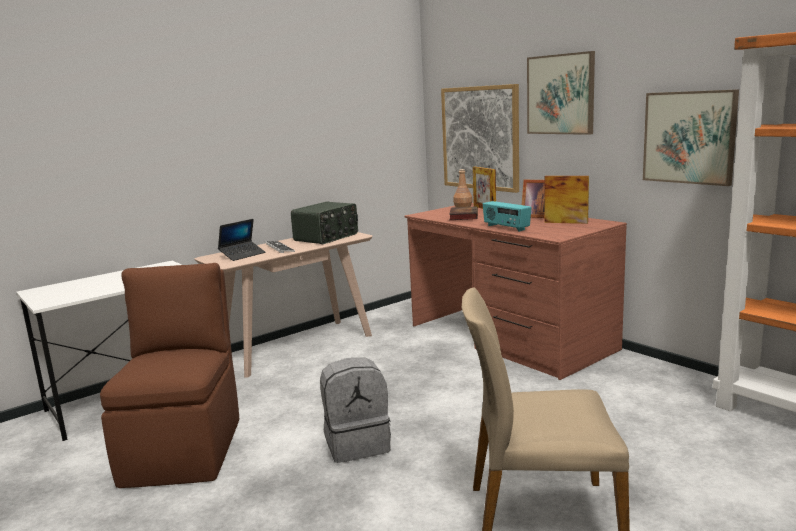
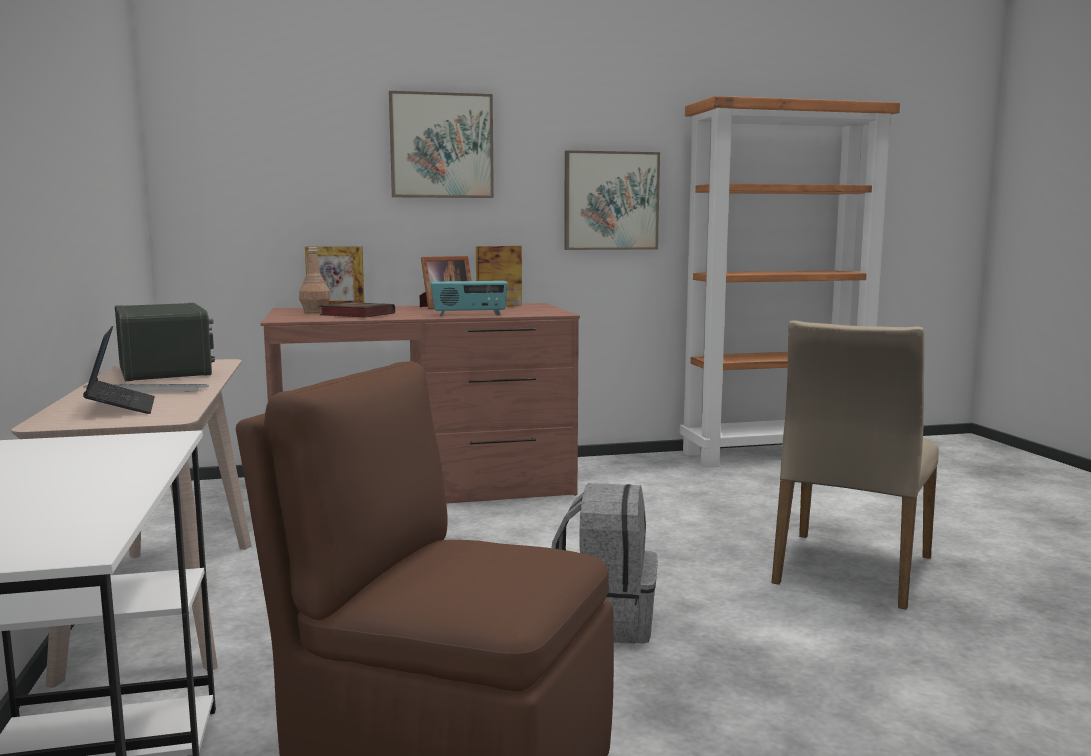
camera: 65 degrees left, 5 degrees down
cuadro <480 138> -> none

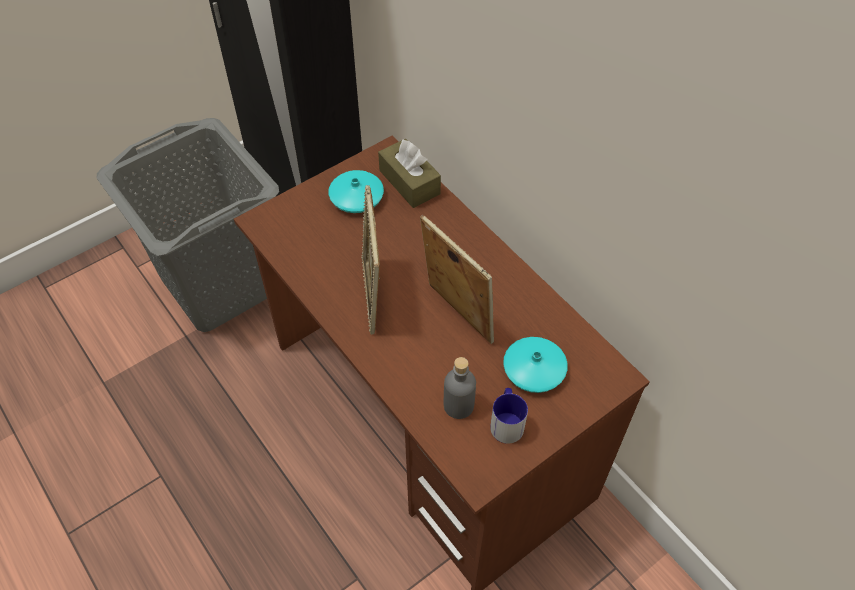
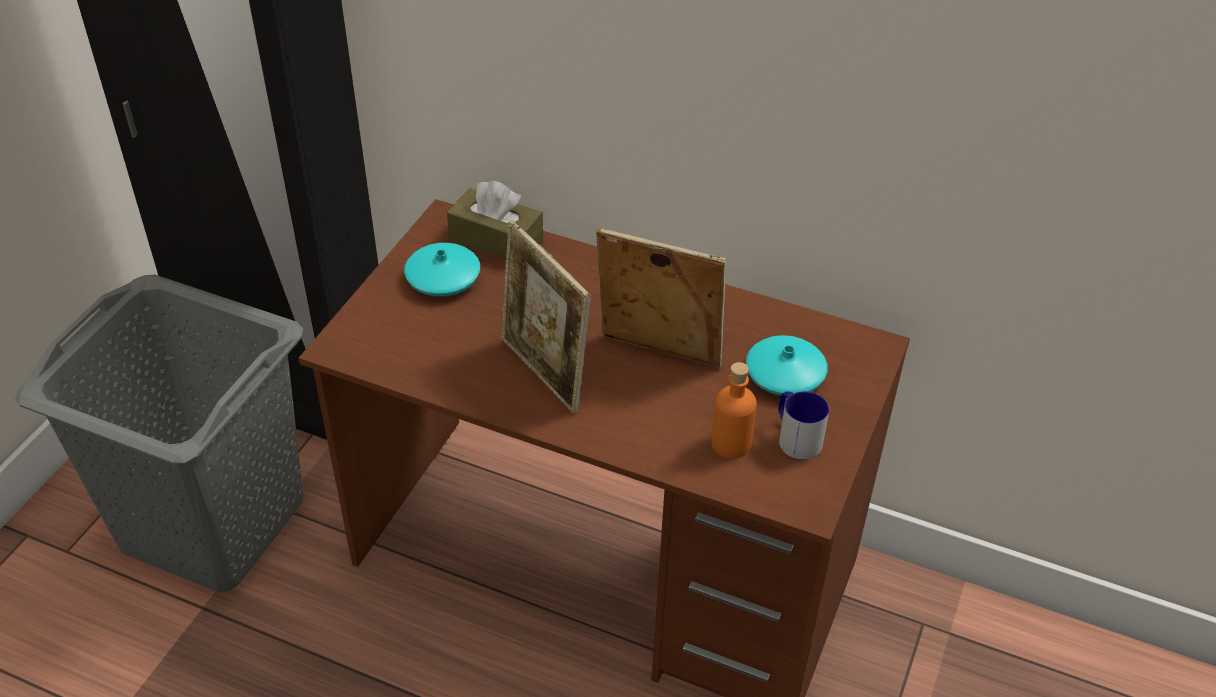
camera: 30 degrees left, 10 degrees down
botella (gris) <458 405> -> botella (naranja) <731 443>

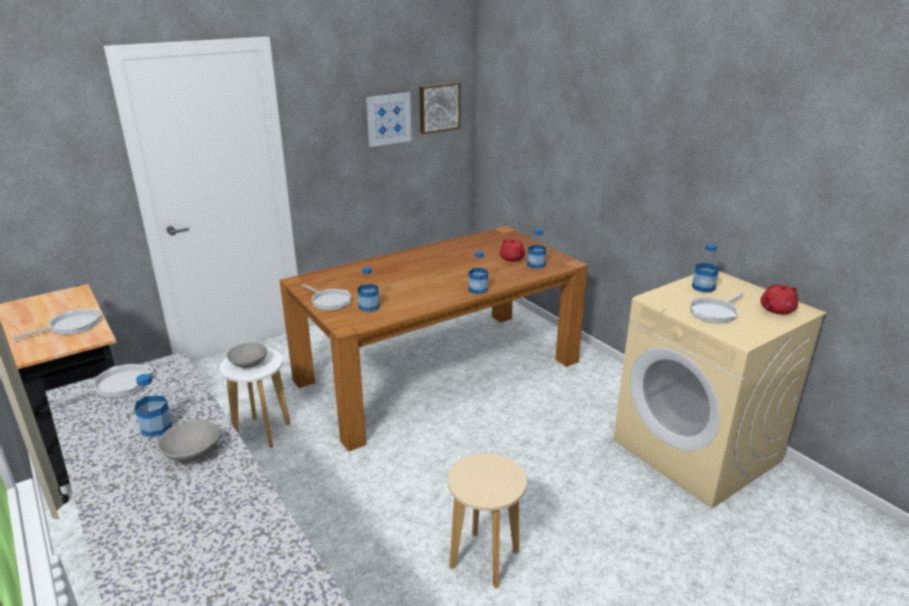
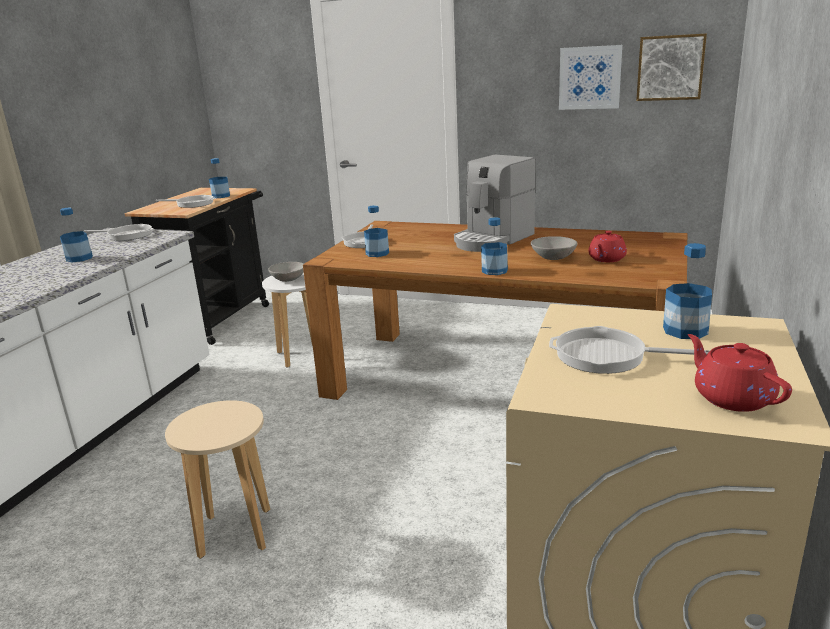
camera: 55 degrees right, 5 degrees down
botella <536 265> -> botella <221 196>, moved
tetera (rojo) <776 309> -> tetera (rojo) <731 397>, 45 degrees clockwise
cuenco (gris) <192 453> -> cuenco (gris) <553 258>, moved
none -> cafetera <492 240>

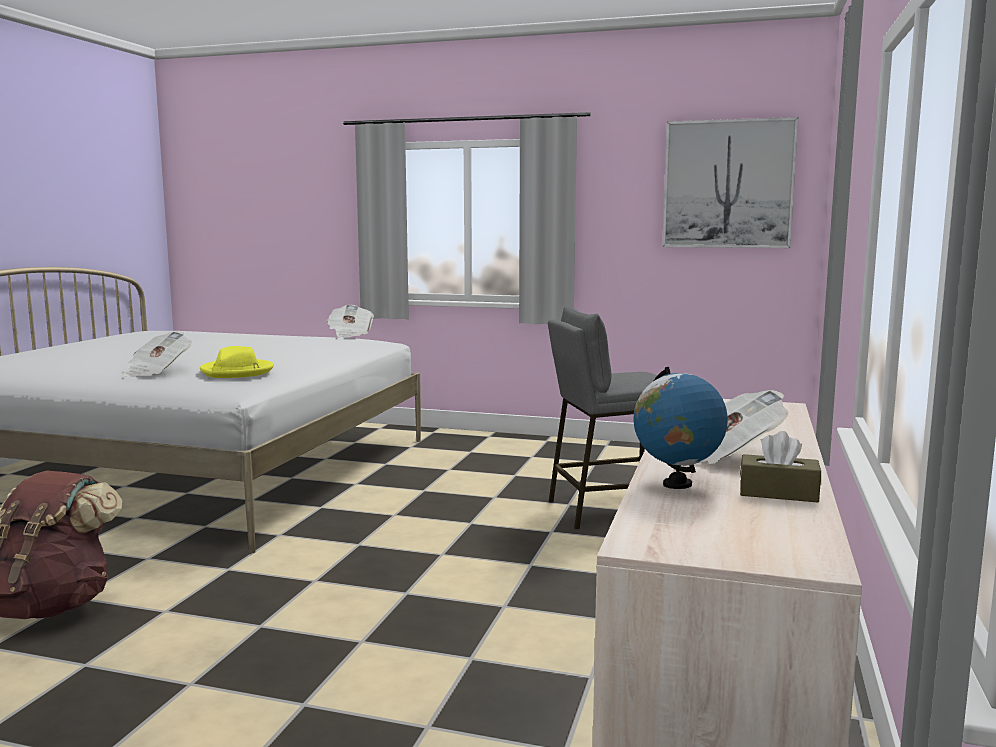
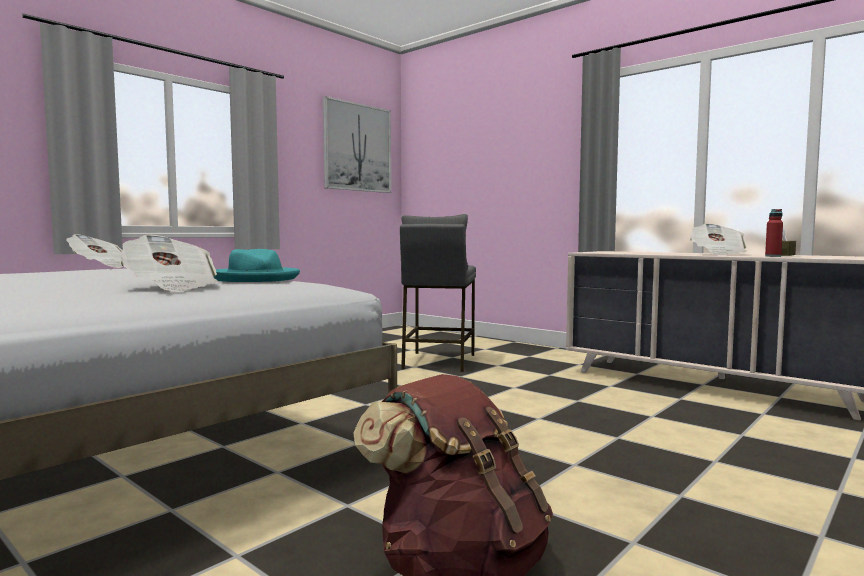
camera: 65 degrees left, 5 degrees down
sombrero (amarillo) <237 372> -> sombrero (turquesa) <256 278>
globo terráqueo <676 484> -> botella (rojo) <773 256>

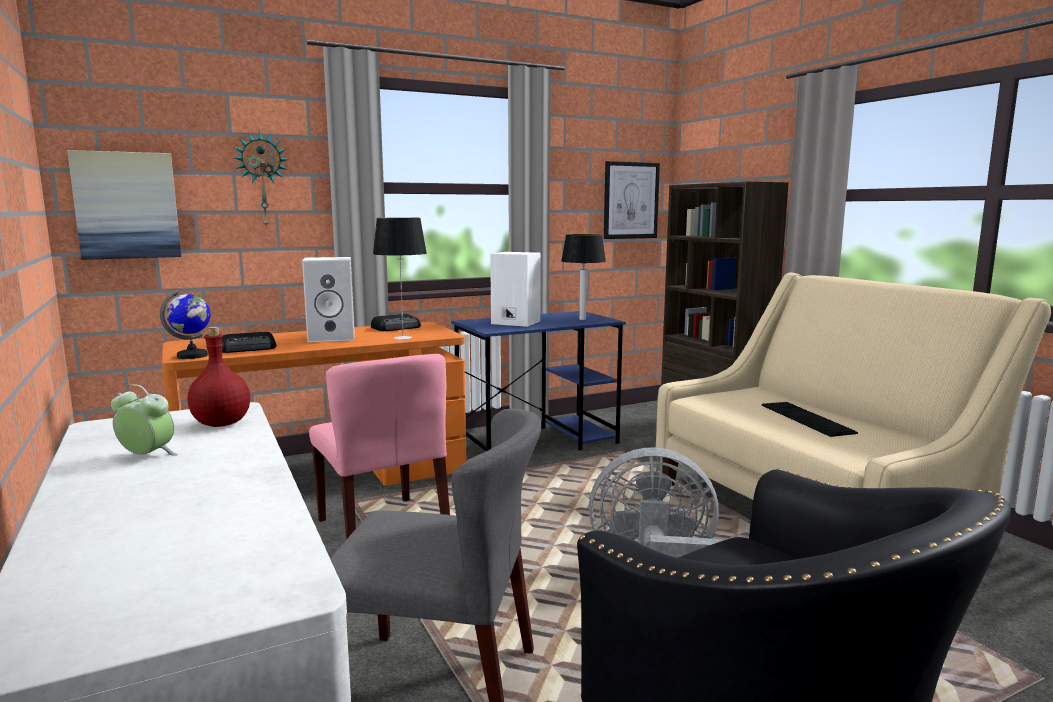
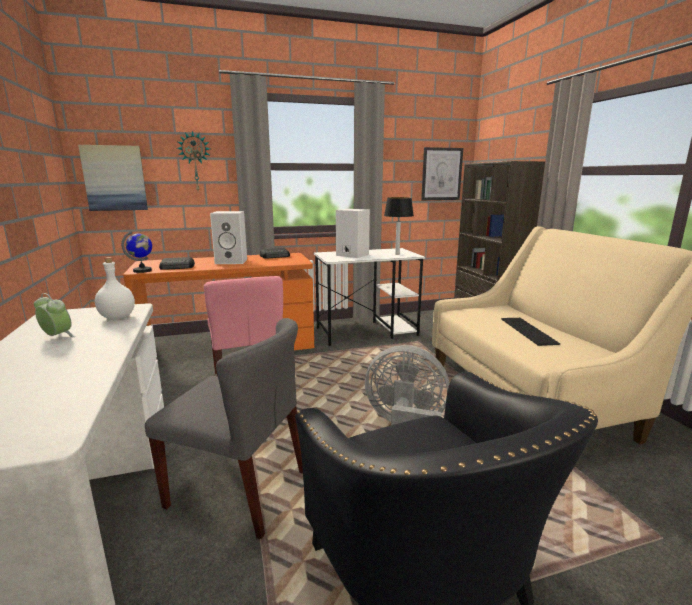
camera: 10 degrees right, 5 degrees up
lámpara de mesa <403 337> -> none
escritorio (azul) <538 442> -> escritorio (blanco) <367 331>
botella (rojo) <222 423> -> botella (blanco) <118 317>

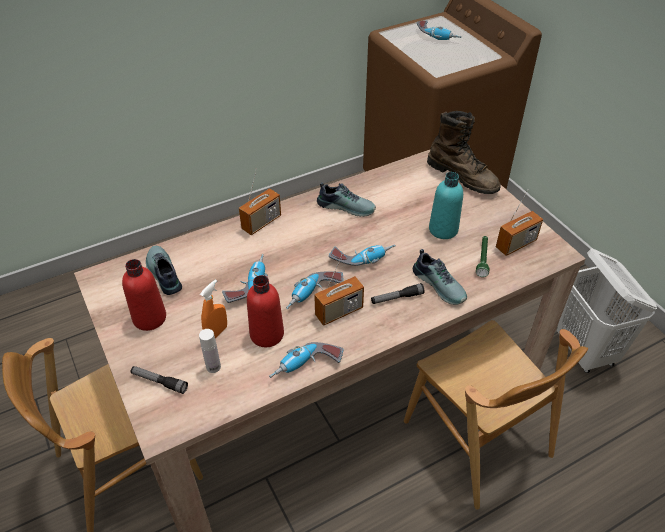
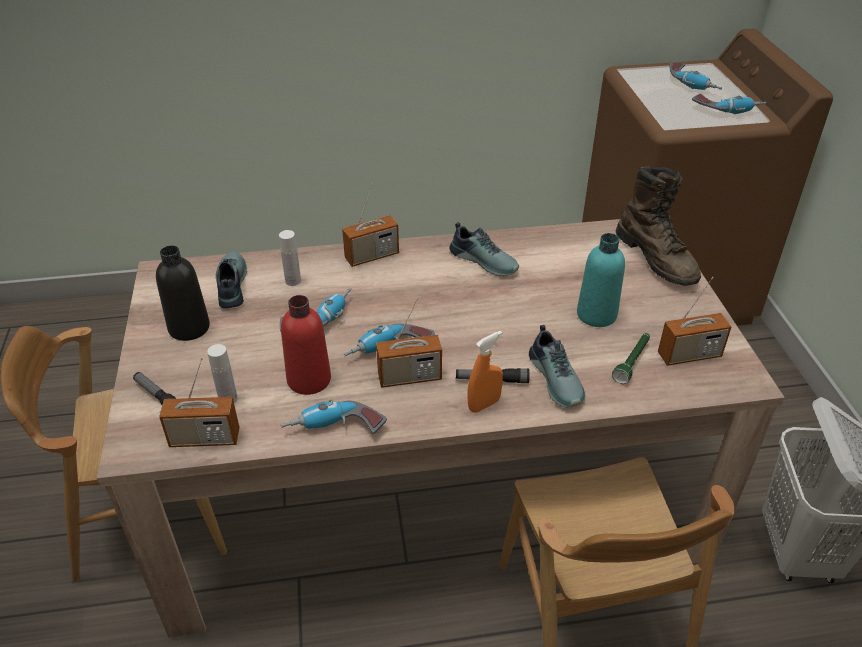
camera: 20 degrees right, 5 degrees down
taladro <362 257> -> taladro <726 110>, moved
botella (rojo) <149 318> -> botella (negro) <189 328>
pulverizador (naranja) <217 332> -> pulverizador (naranja) <484 404>, moved
none -> botella (blanco) <293 281>
none -> radio <205 438>

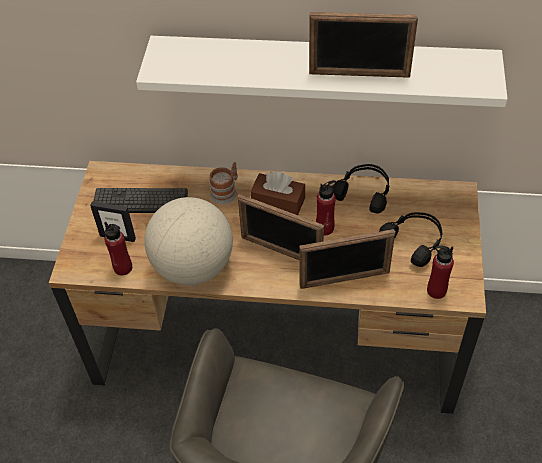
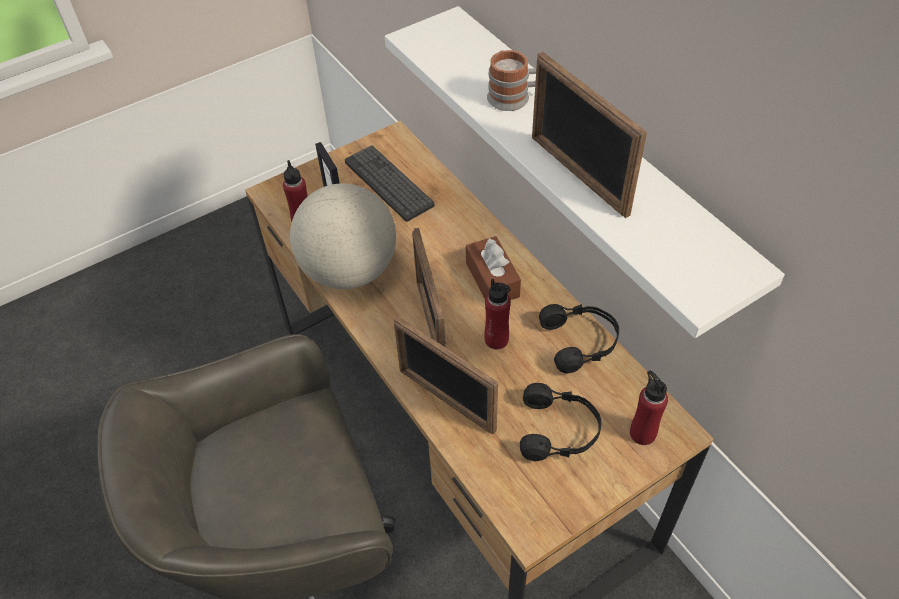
camera: 50 degrees right, 0 degrees up
taza grande <226 191> -> taza grande <515 98>, moved
botella (rojo) <436 290> -> botella (rojo) <642 433>, moved

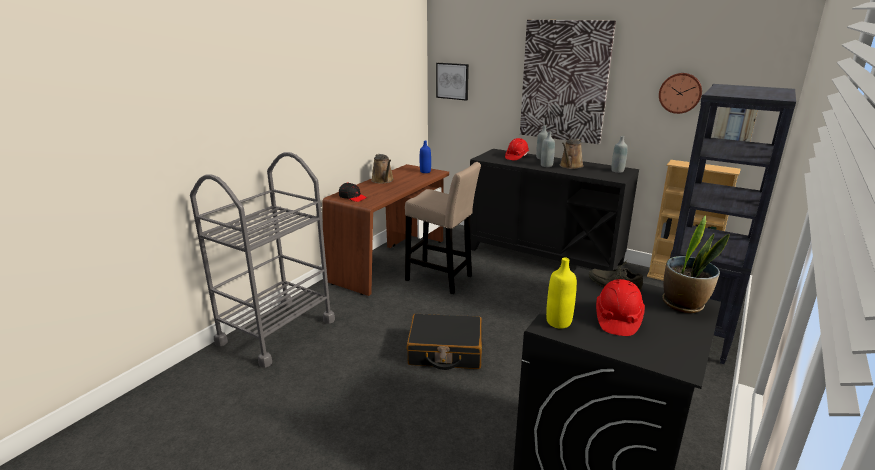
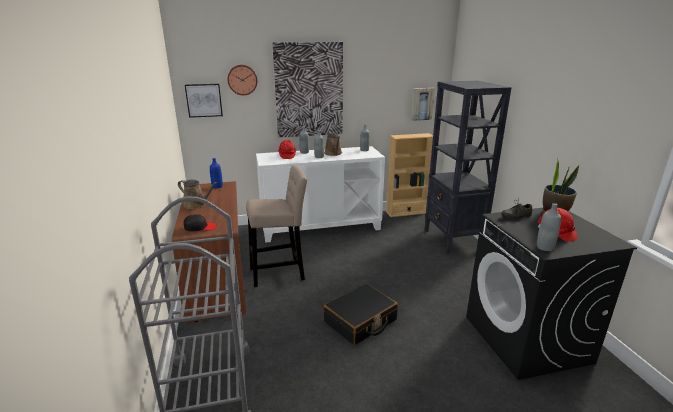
camera: 45 degrees left, 0 degrees up
reloj de pared <680 93> -> reloj de pared <242 80>, moved
armario (negro) <544 256> -> armario (blanco) <320 227>
botella (amarillo) <558 322> -> botella (gris) <545 247>

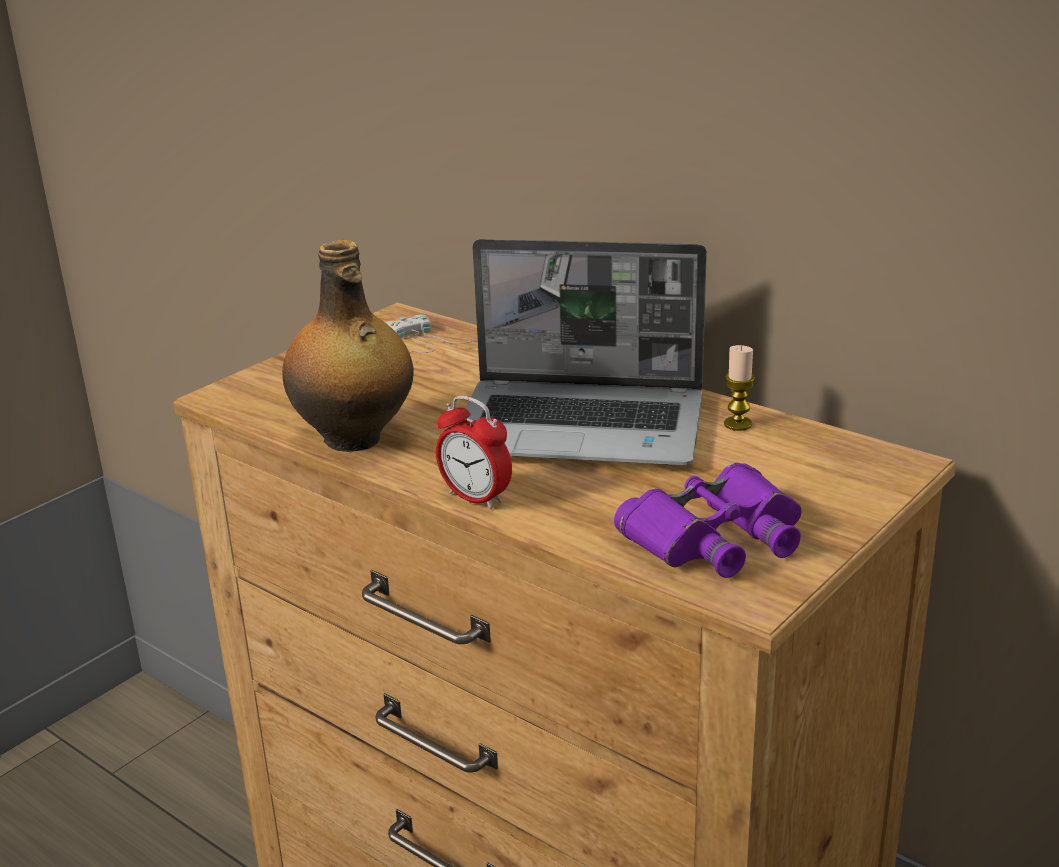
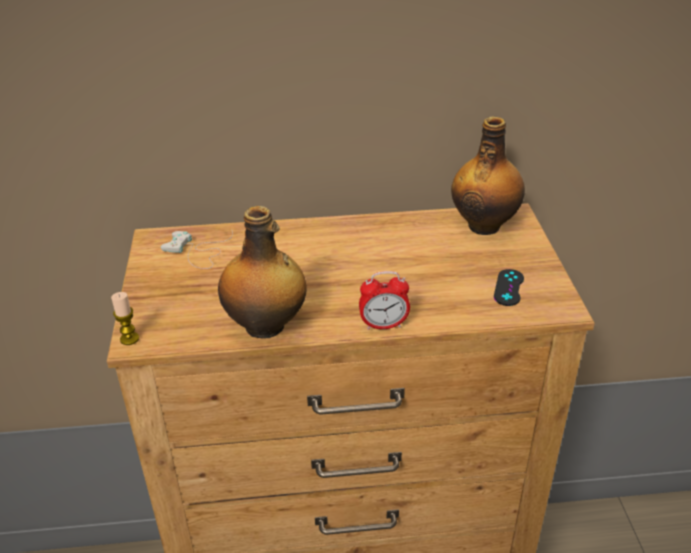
camera: 45 degrees left, 10 degrees up
portátil <583 427> -> none
vela <738 424> -> vela <129 339>, moved
prismáticos (morado) <715 537> -> mando de consola (negro) <508 287>
none -> botella <484 225>

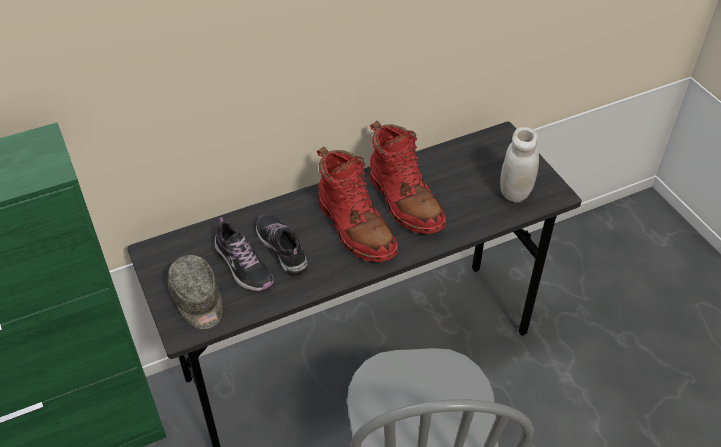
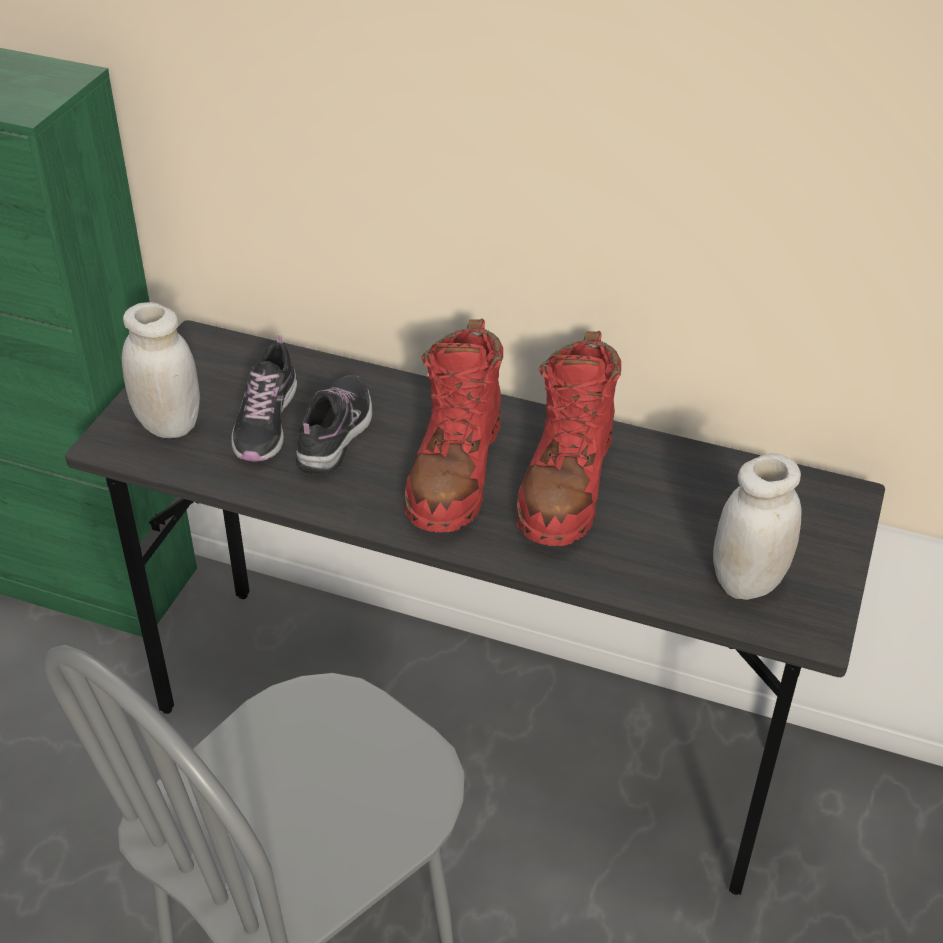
camera: 45 degrees right, 5 degrees down
gorra (gris) <198 301> -> tarro (blanco) <168 424>

